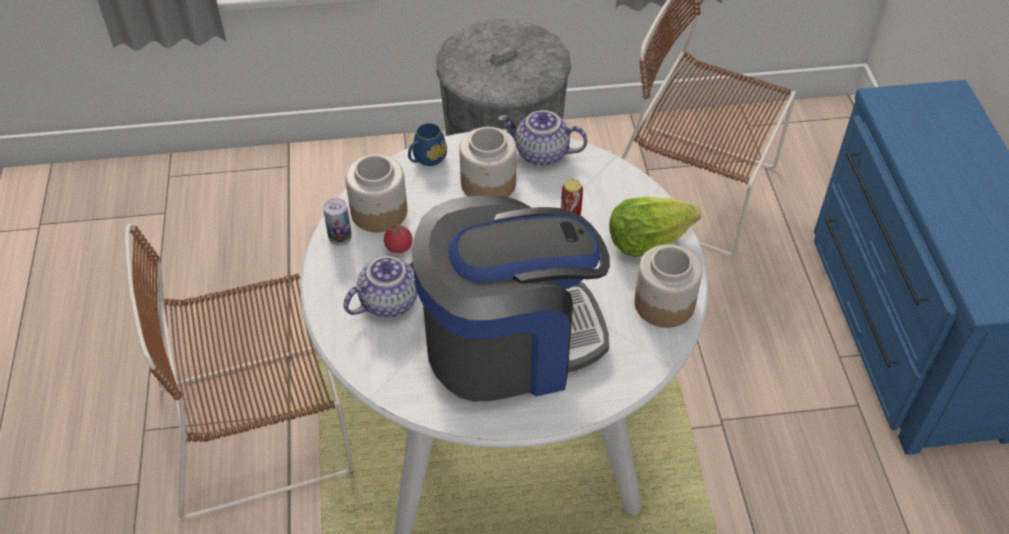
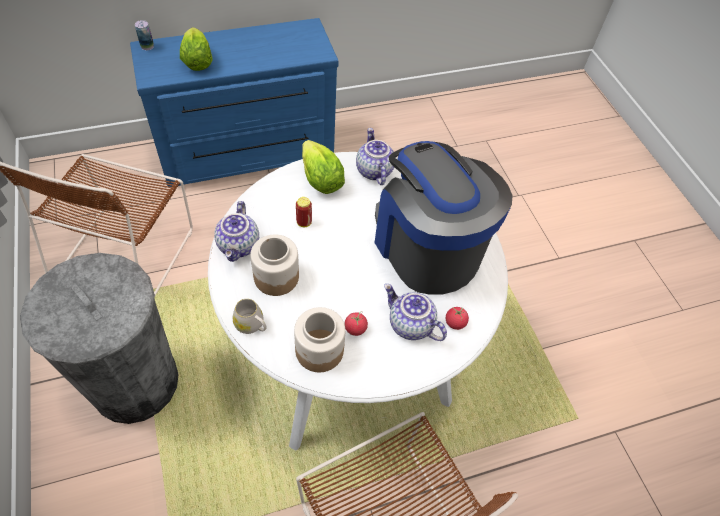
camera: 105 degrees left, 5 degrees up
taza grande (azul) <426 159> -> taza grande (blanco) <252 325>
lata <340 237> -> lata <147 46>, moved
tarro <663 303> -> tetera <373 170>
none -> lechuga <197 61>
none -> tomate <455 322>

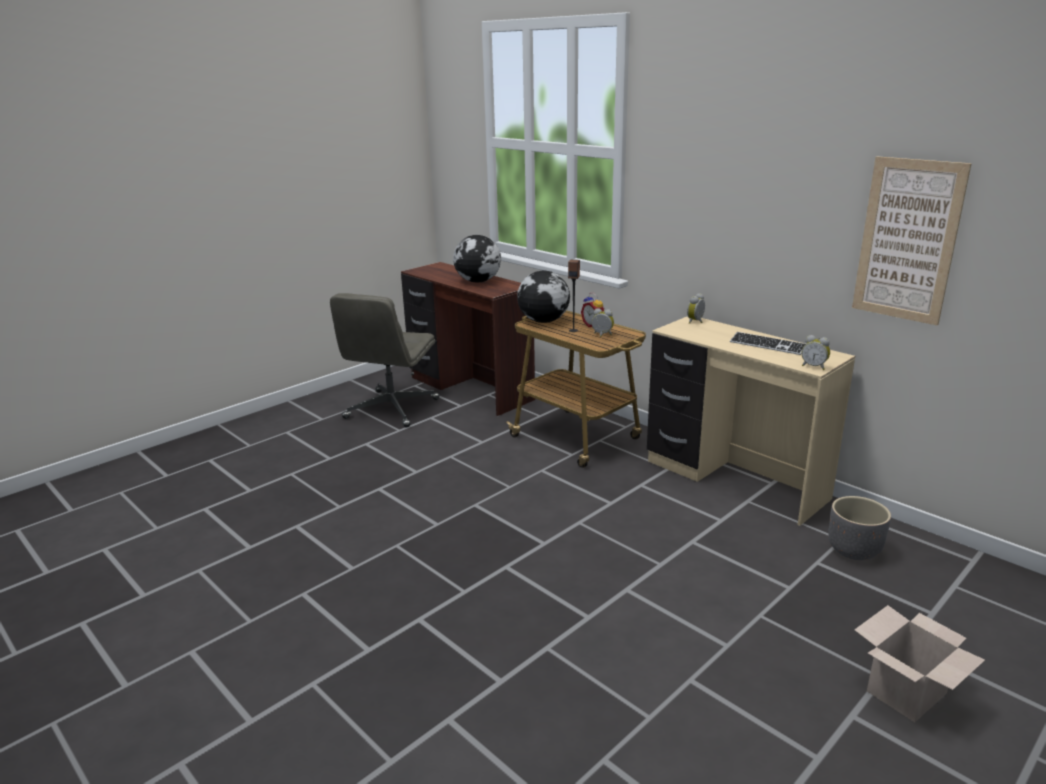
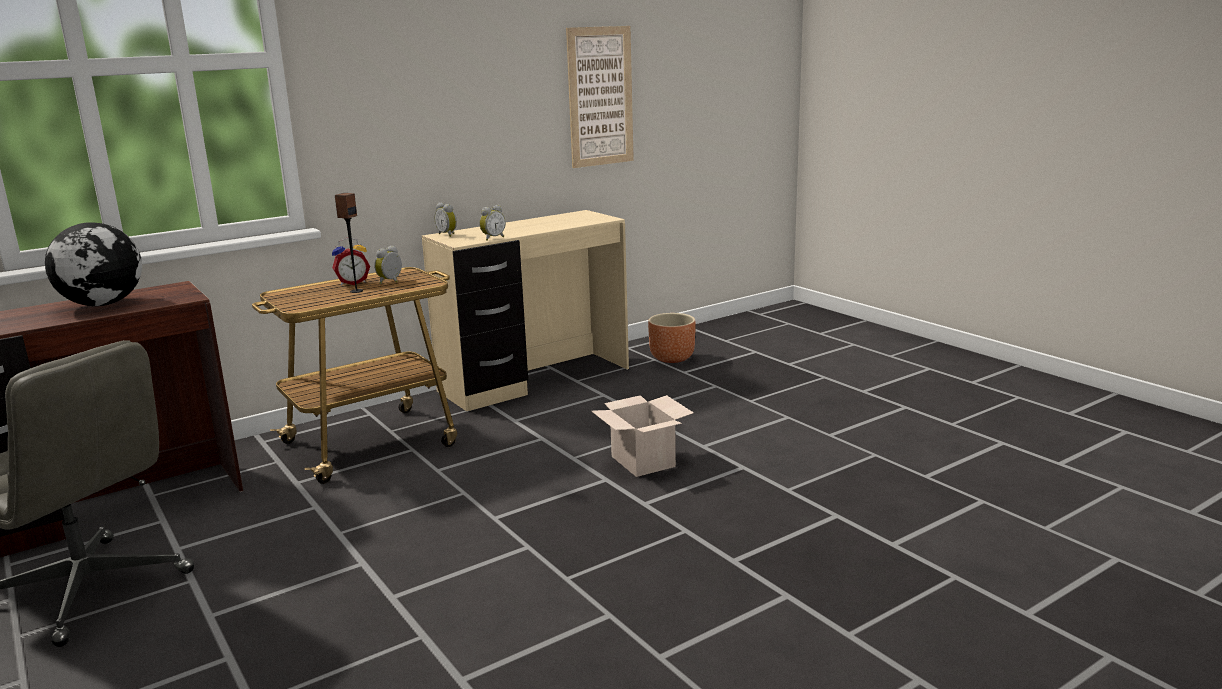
camera: 80 degrees left, 5 degrees down
globo terráqueo <544 321> -> none
teclado <767 345> -> none
despertador <814 366> -> despertador <492 238>, moved
maceta (gris) <853 550> -> maceta (marrón) <671 358>
caja de cartón <906 693> -> caja de cartón <644 462>, moved

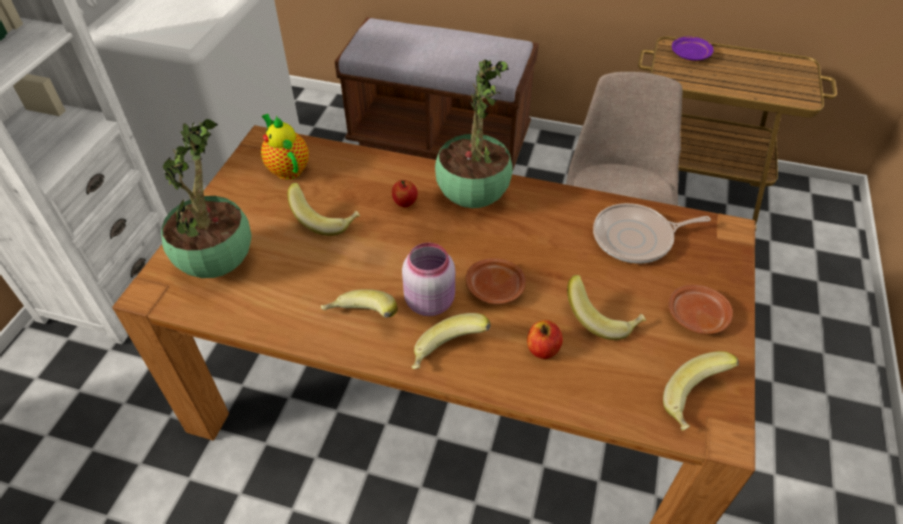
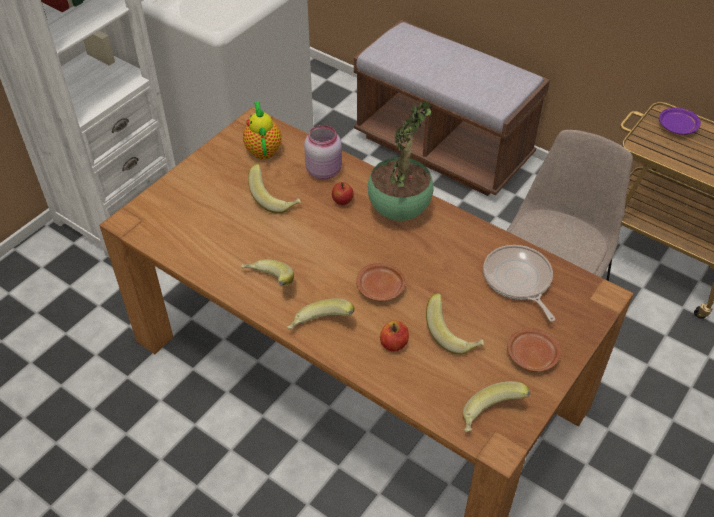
camera: 20 degrees right, 0 degrees up
planta en maceta <218 262> -> none
sartén <636 238> -> sartén <518 280>, 60 degrees clockwise
tarro (rosa) <430 300> -> tarro (rosa) <324 170>, moved

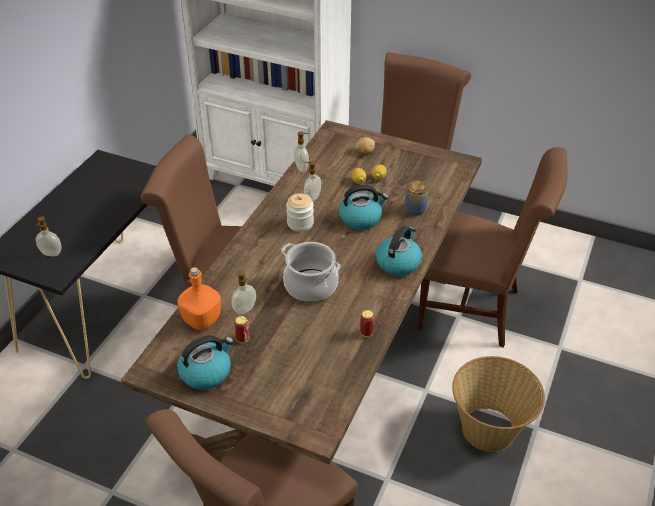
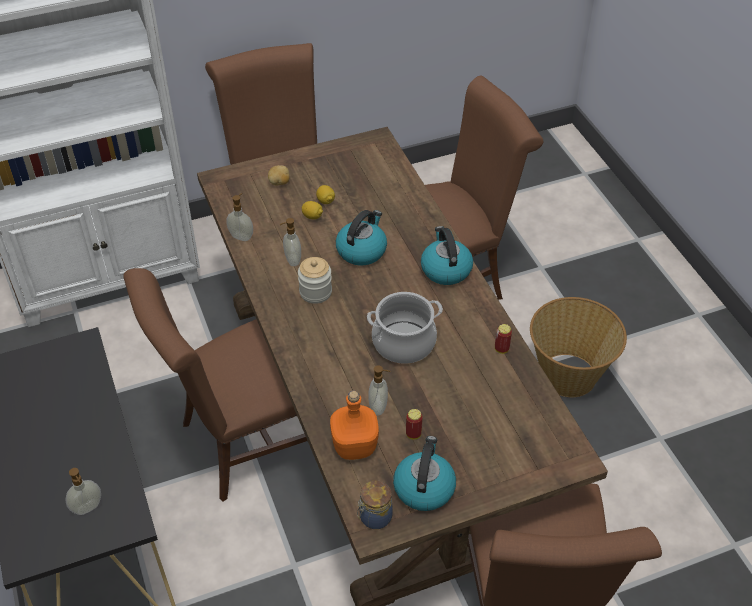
camera: 45 degrees left, 5 degrees up
tarro <414 209> -> tarro <374 517>, moved

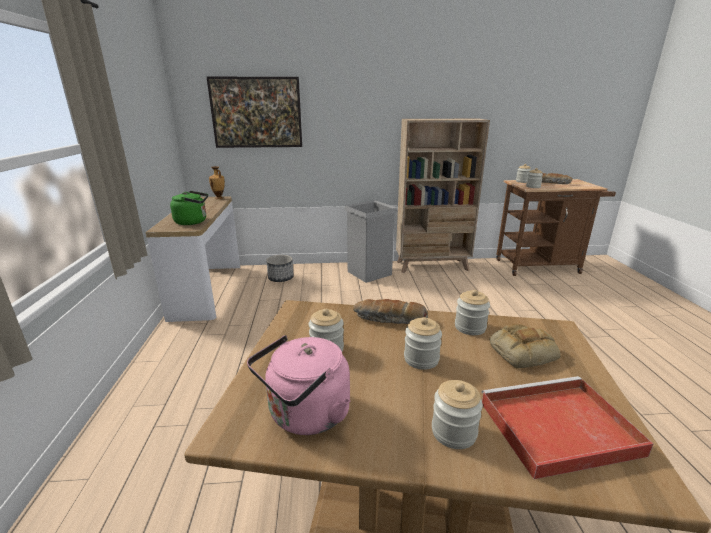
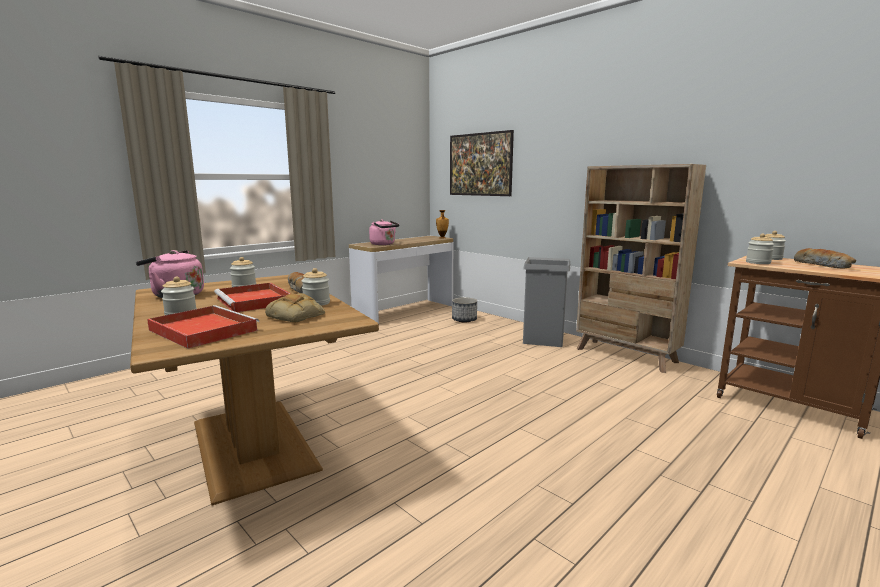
camera: 50 degrees right, 10 degrees down
hervidor (verde) <193 222> -> hervidor (rosa) <384 244>
tarro <421 359> -> bandeja (rojo) <255 301>

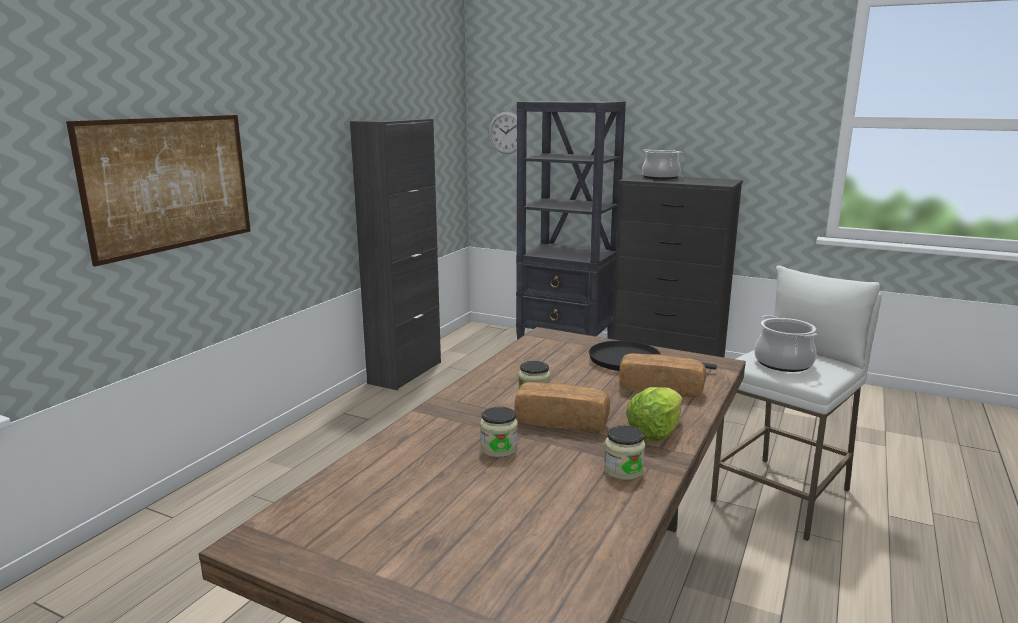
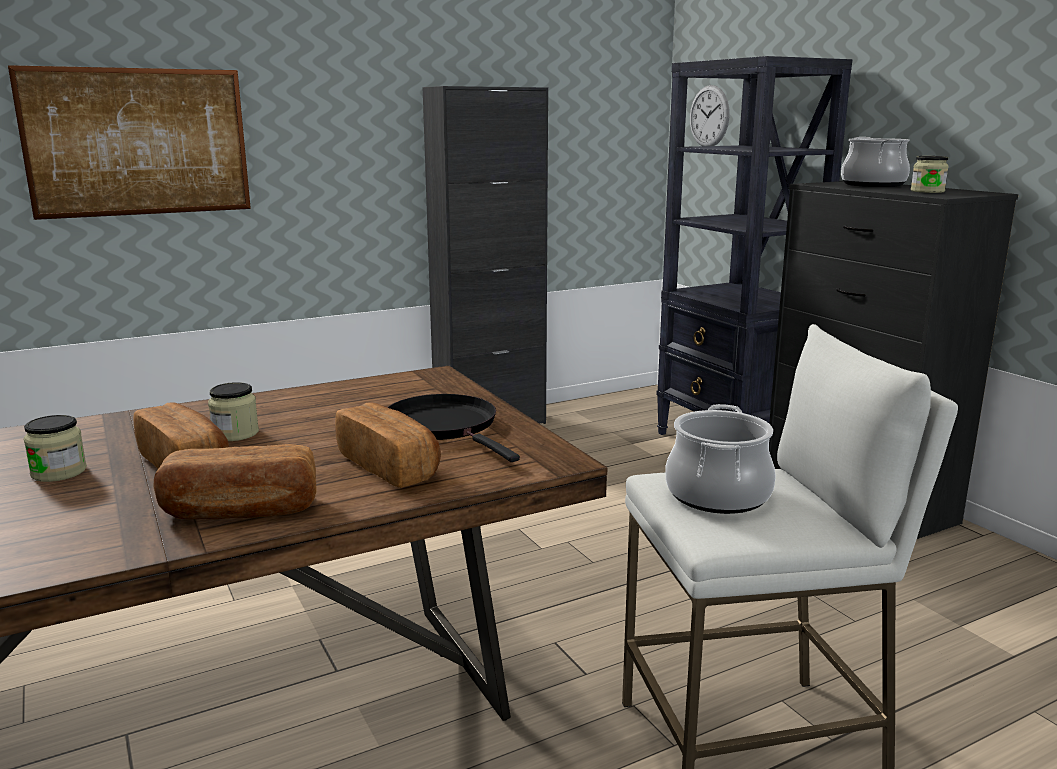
camera: 35 degrees right, 0 degrees up
lechuga <655 432> -> pan <241 511>
tarro <623 470> -> tarro <927 191>, moved

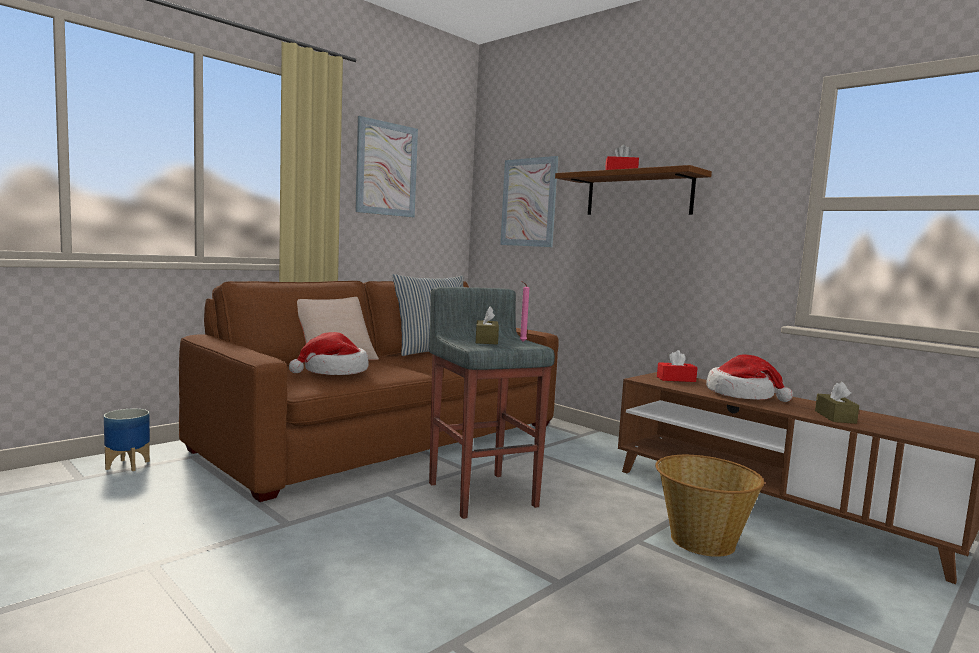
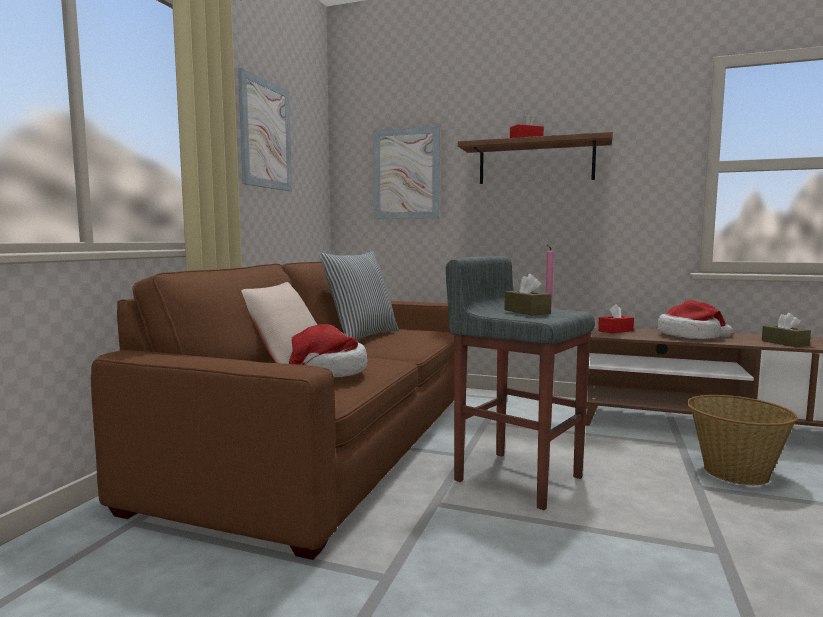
camera: 25 degrees left, 0 degrees up
maceta <128 465> -> none

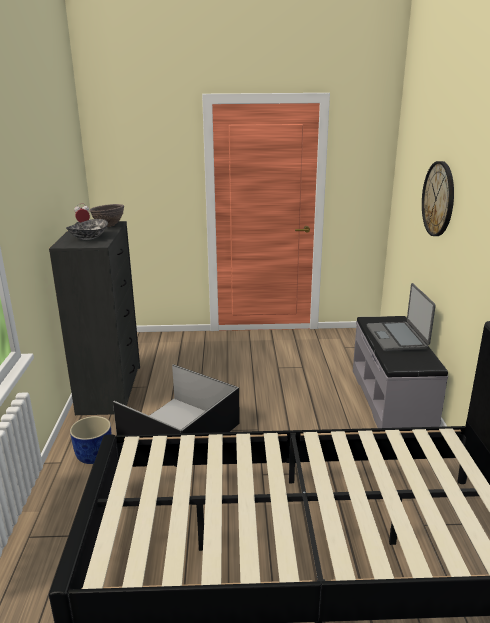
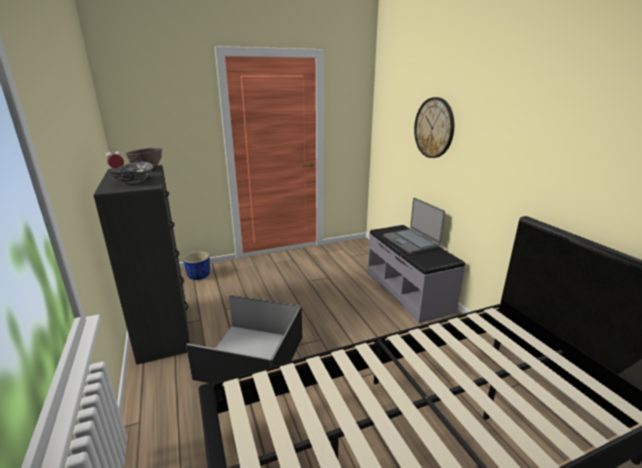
camera: 20 degrees left, 0 degrees up
maceta (azul) <94 455> -> maceta (azul) <199 275>, moved

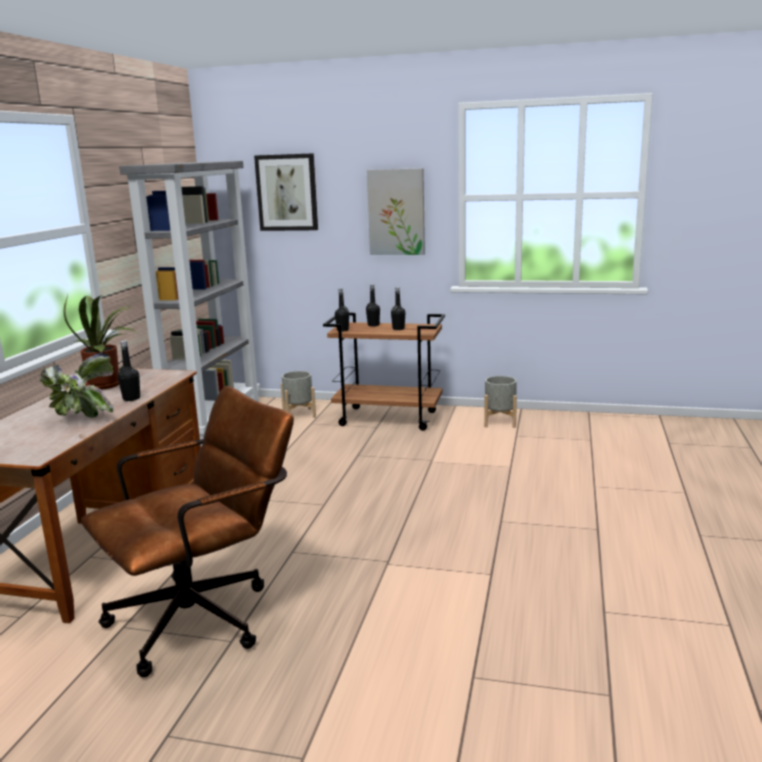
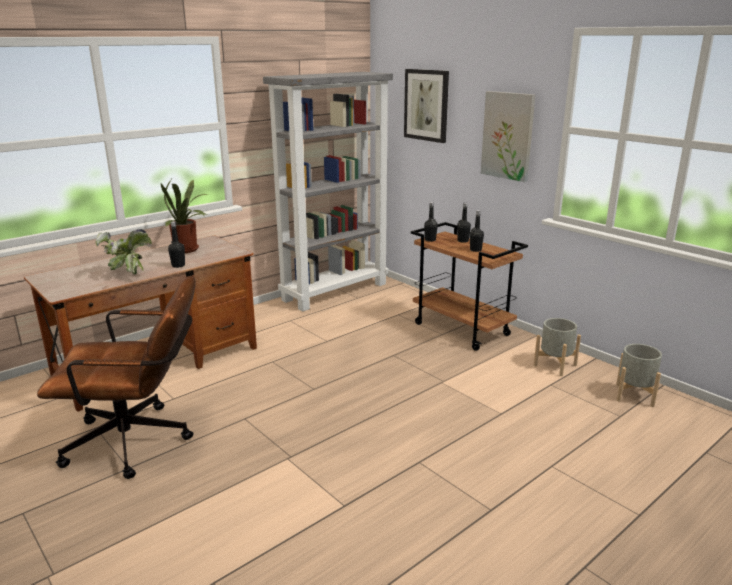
camera: 35 degrees right, 5 degrees up
maceta (gris) <299 414> -> maceta (gris) <634 395>, moved

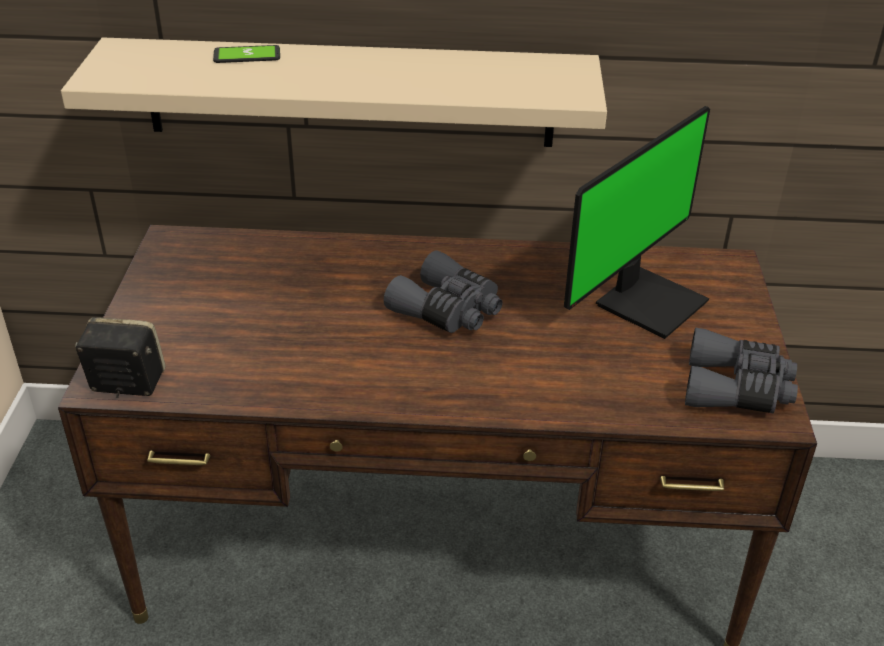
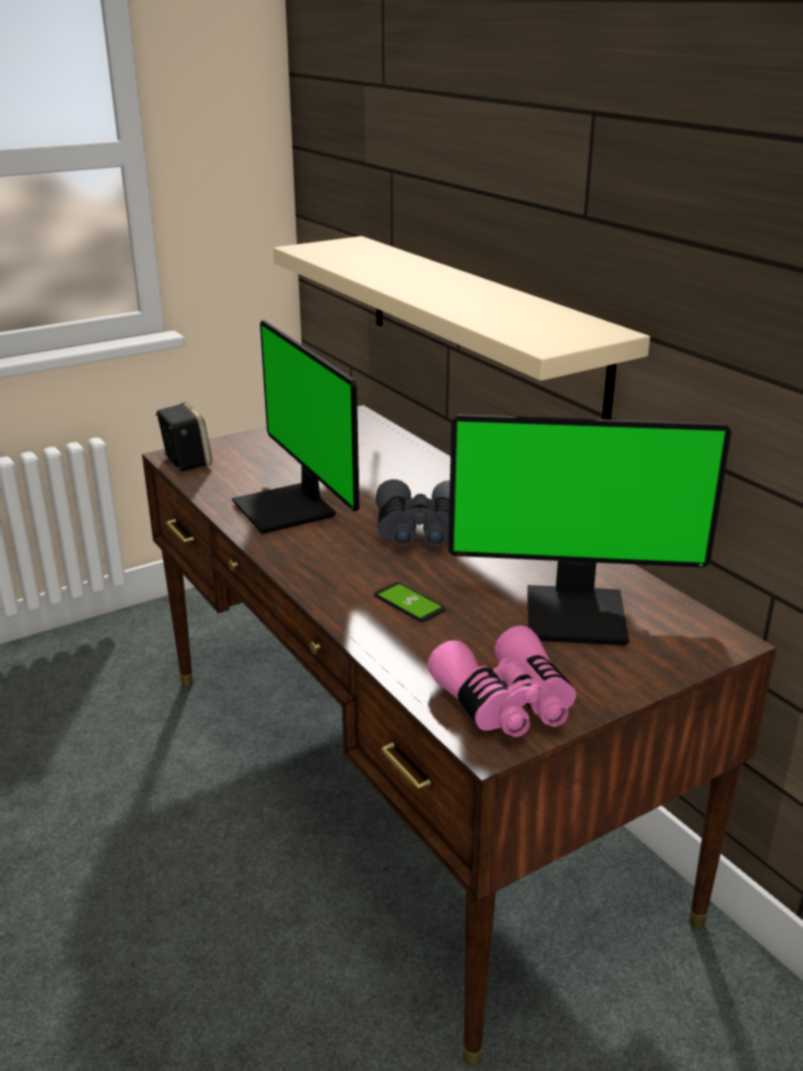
camera: 55 degrees right, 10 degrees down
móvil <247 56> -> móvil <409 603>, moved
prismáticos (gris) <736 388> -> prismáticos (rosa) <506 703>
none -> monitor <289 509>

